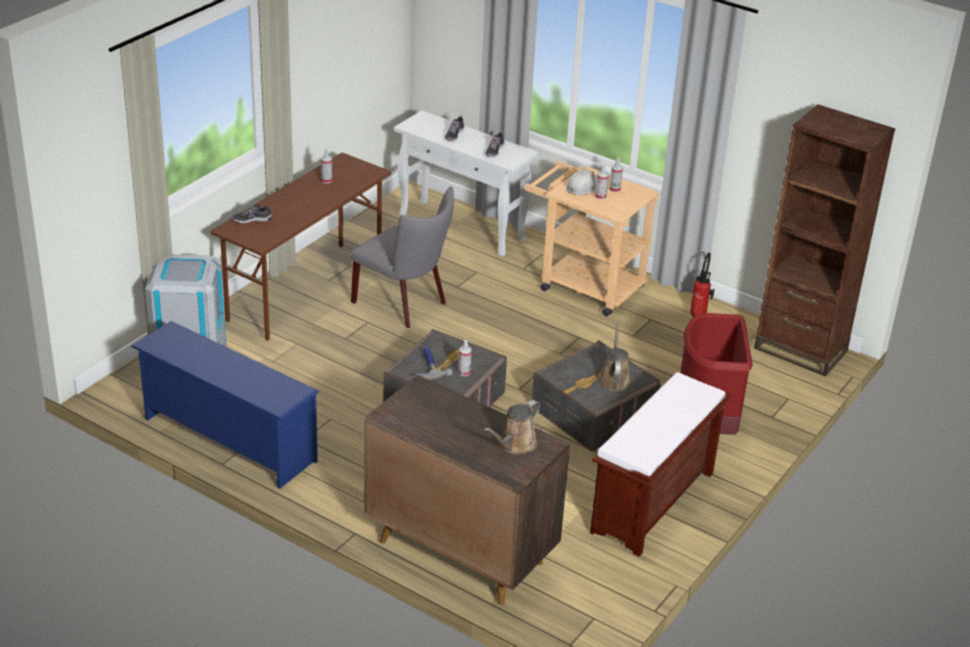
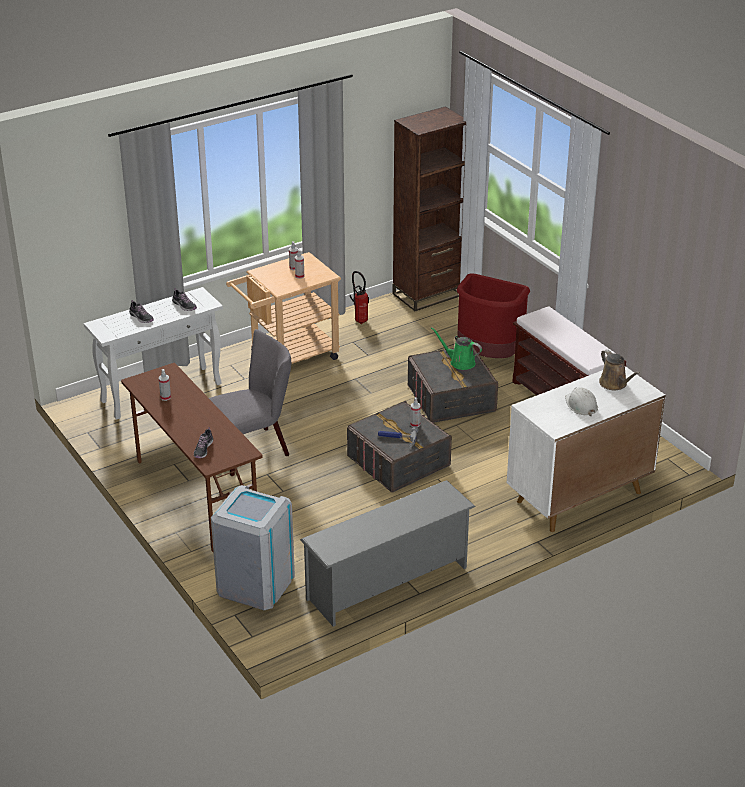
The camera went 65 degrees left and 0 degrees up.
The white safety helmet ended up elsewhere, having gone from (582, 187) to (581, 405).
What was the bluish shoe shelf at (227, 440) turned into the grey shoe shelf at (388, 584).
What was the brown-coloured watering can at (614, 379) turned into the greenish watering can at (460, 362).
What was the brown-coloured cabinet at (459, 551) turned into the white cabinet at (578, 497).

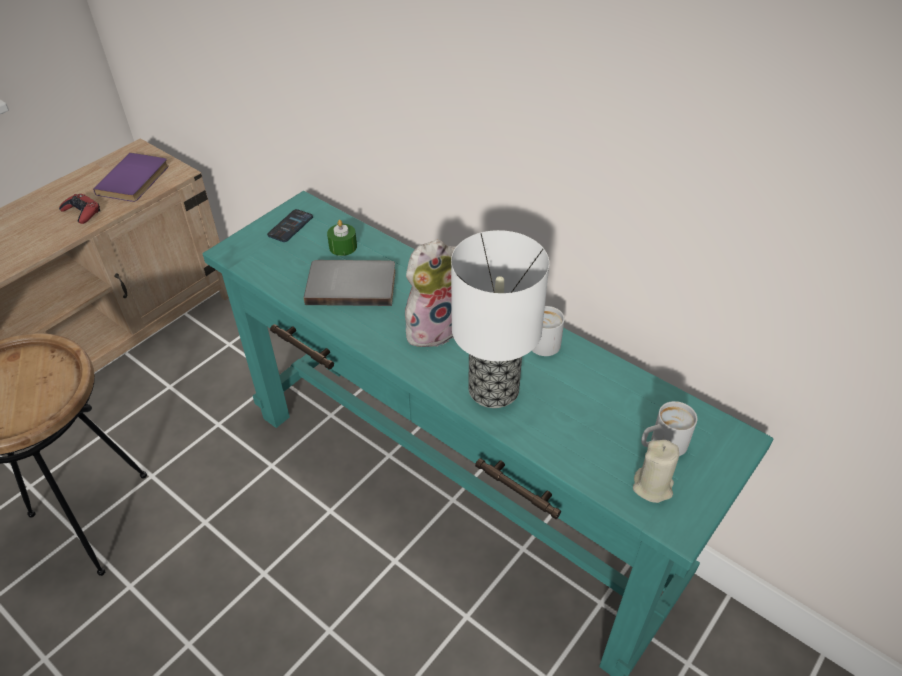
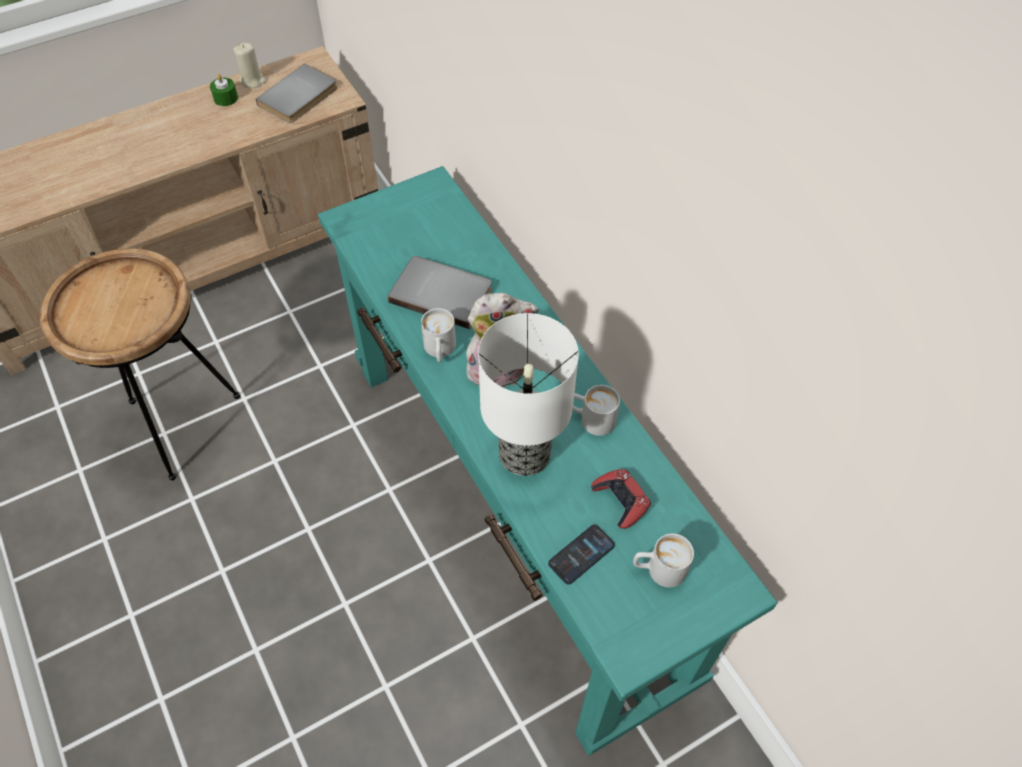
The camera went 20 degrees right and 10 degrees up.
What was the purple bound book at (135, 180) turned into the grey bound book at (300, 97).
The red joypad ended up elsewhere, having gone from (82, 212) to (621, 500).
The handset ended up elsewhere, having gone from (290, 226) to (581, 554).
The greenish wax candle ended up elsewhere, having gone from (343, 246) to (225, 98).
The sand-coloured wax candle ended up elsewhere, having gone from (653, 487) to (252, 80).
The second view gained the white mug at (440, 351).

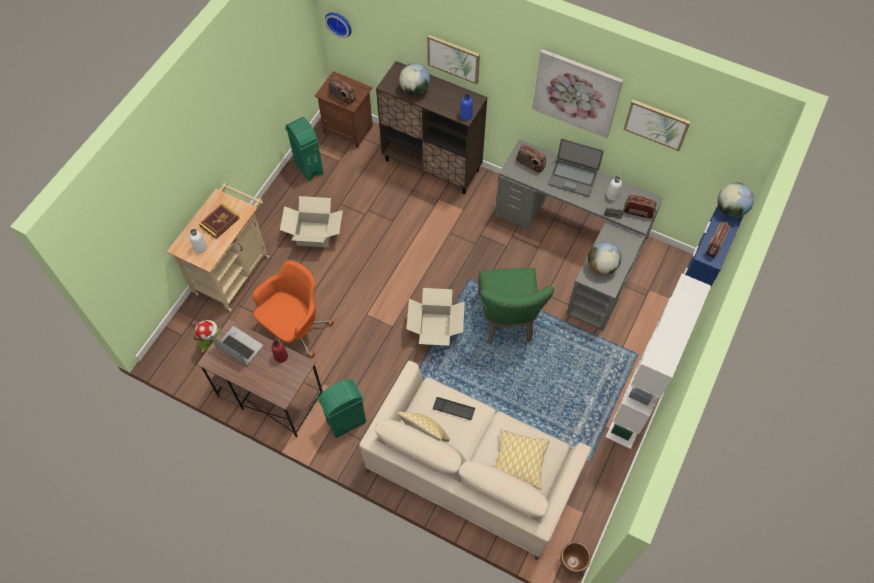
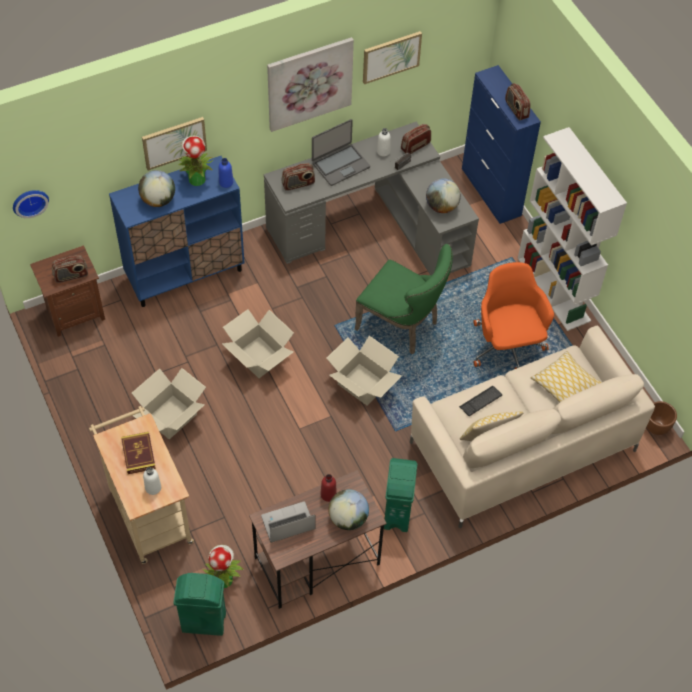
The camera went 55 degrees left and 5 degrees down.
What was the brown-coloured cabinet at (432, 165) turned into the bluish cabinet at (185, 274).
The greenish trash can ended up elsewhere, having gone from (309, 167) to (203, 622).
The desk globe ended up elsewhere, having gone from (730, 209) to (348, 518).
The orange-coloured office chair ended up elsewhere, having gone from (295, 330) to (507, 346).
The second view gained the potted plant at (196, 179).
The second view gained the carton at (259, 357).

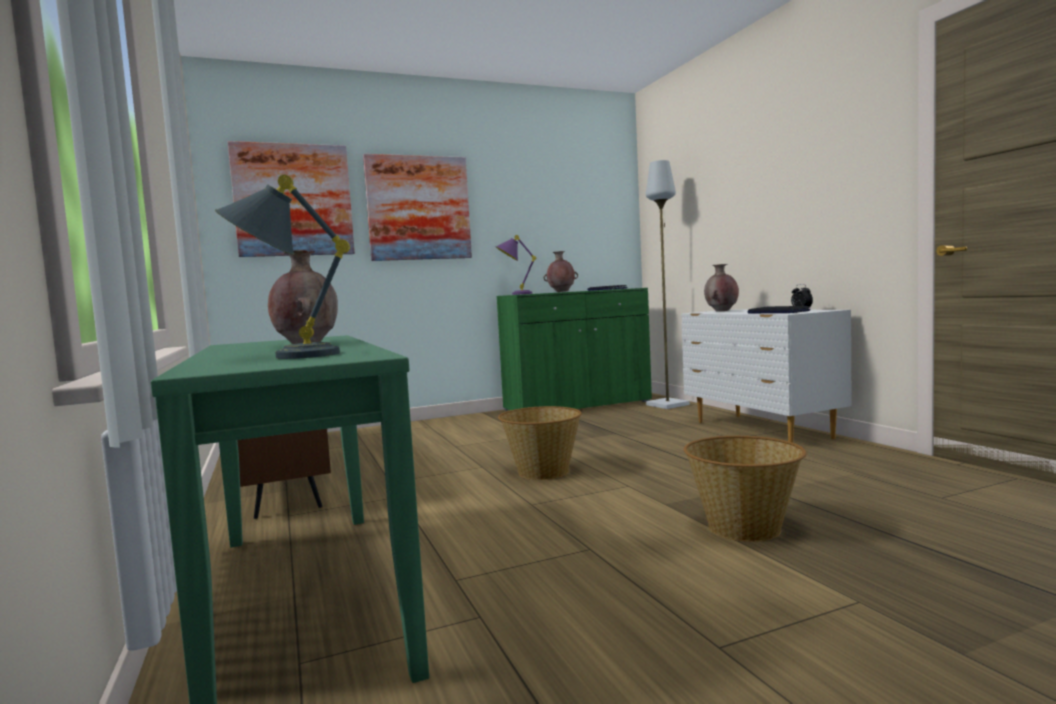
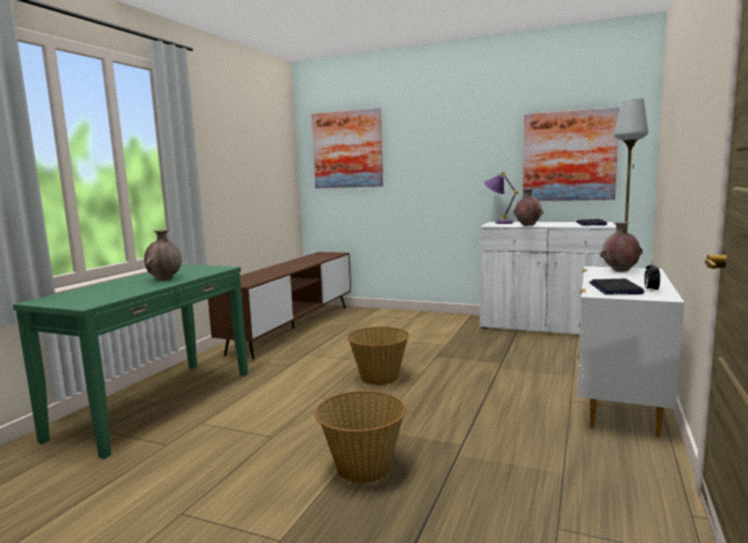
The camera went 45 degrees right and 5 degrees up.
The wall picture ended up elsewhere, having gone from (418, 208) to (568, 156).
The second view lost the grey tabletop lamp at (284, 356).
What was the greenish cabinet at (577, 405) turned into the white cabinet at (547, 327).

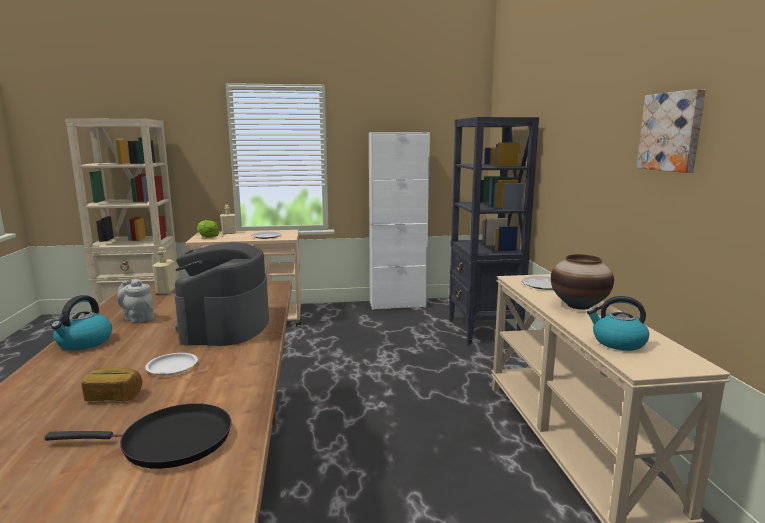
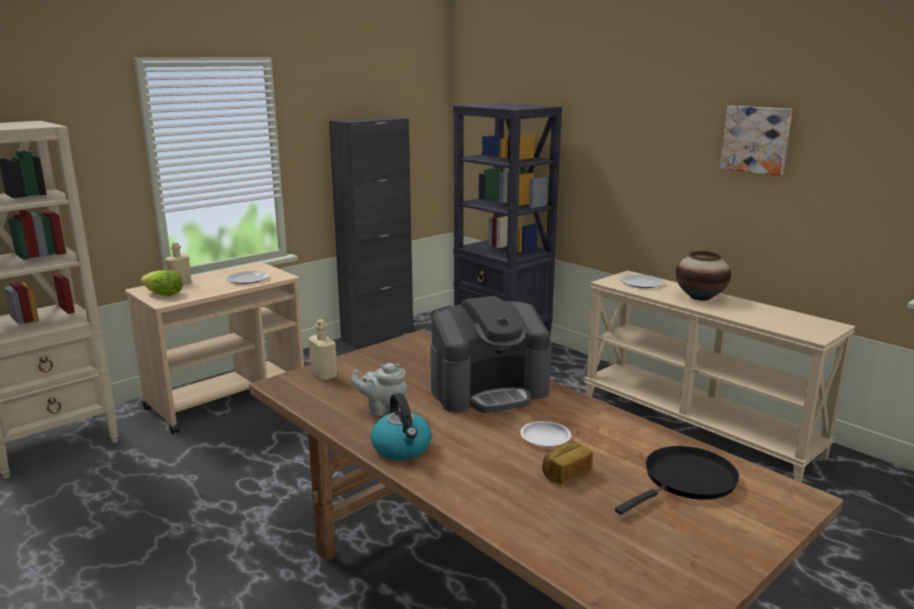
The camera went 35 degrees left and 5 degrees up.
What was the white cabinet at (397, 304) turned into the black cabinet at (377, 335).
The coffee brewer at (225, 326) ended up facing another way, 75 degrees counterclockwise from before.
The second view lost the kettle at (617, 342).

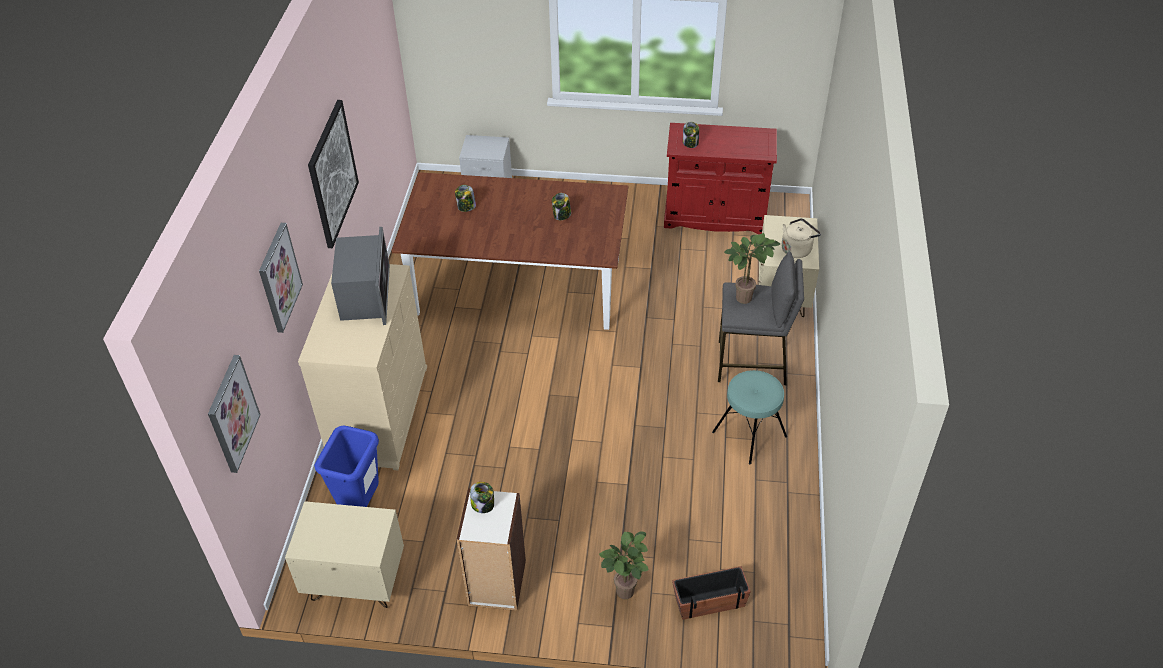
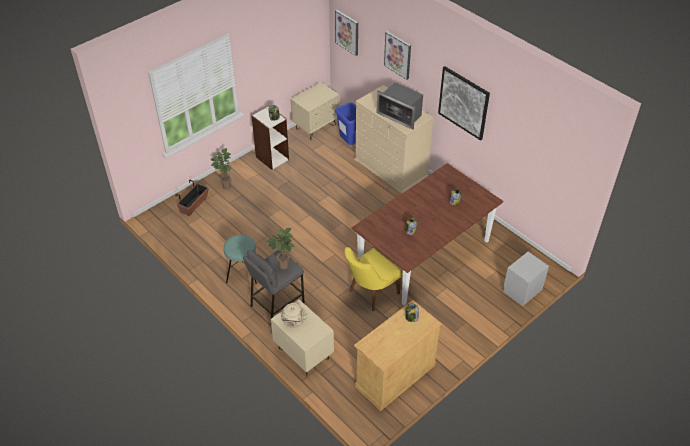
The camera went 130 degrees right and 0 degrees up.
What was the red cabinet at (715, 216) turned into the sand-coloured cabinet at (395, 376).
The second view gained the yellow upright chair at (370, 294).

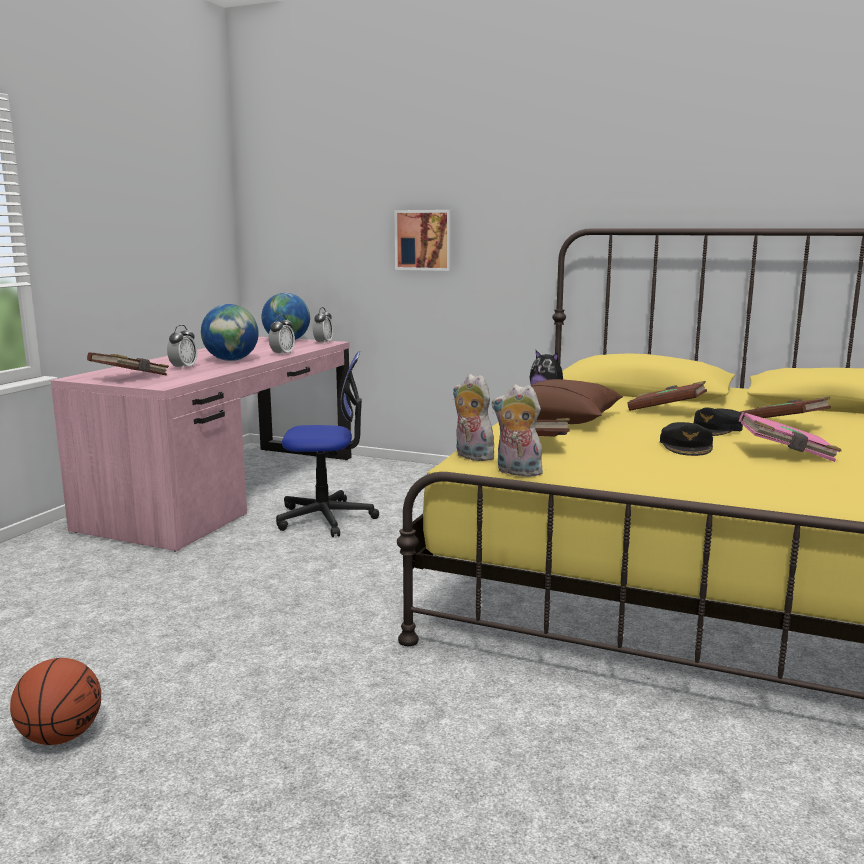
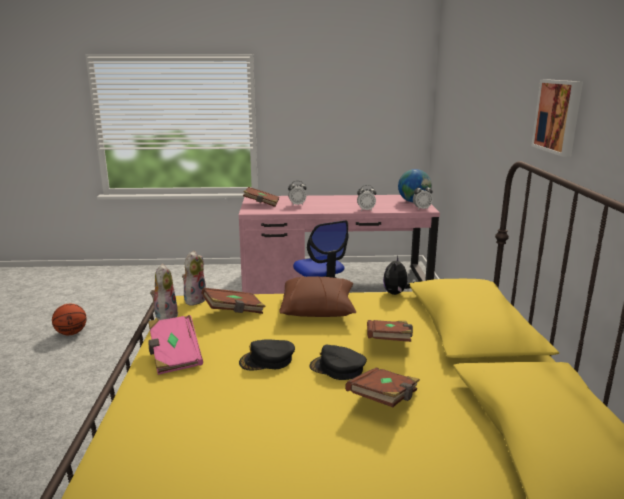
The camera went 65 degrees right and 5 degrees up.
The wall picture ended up elsewhere, having gone from (424, 240) to (559, 116).
The second view lost the desk globe at (231, 360).
The pink bound book ended up elsewhere, having gone from (786, 454) to (174, 356).

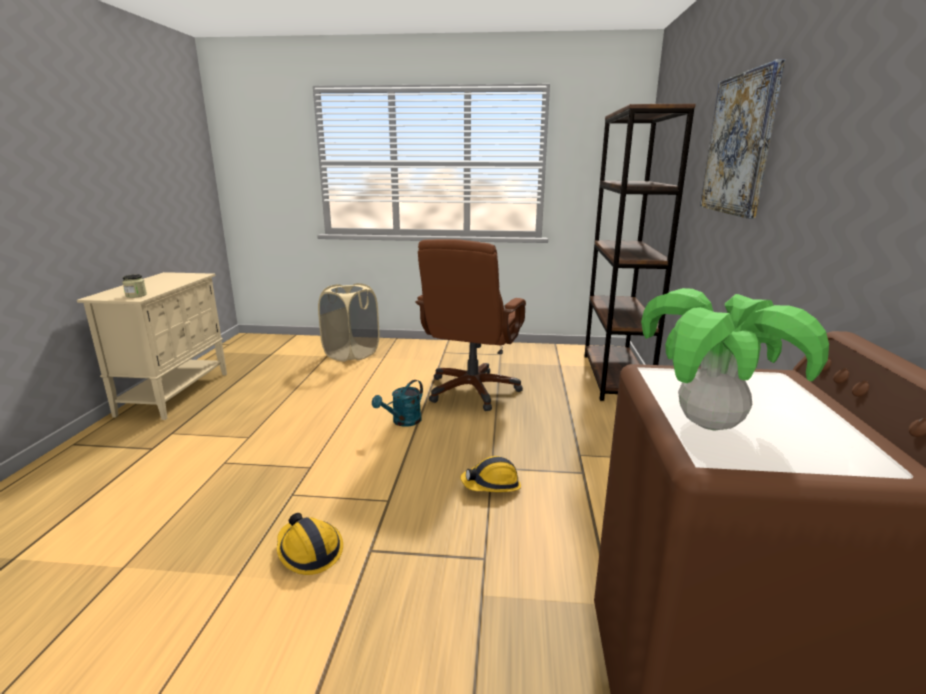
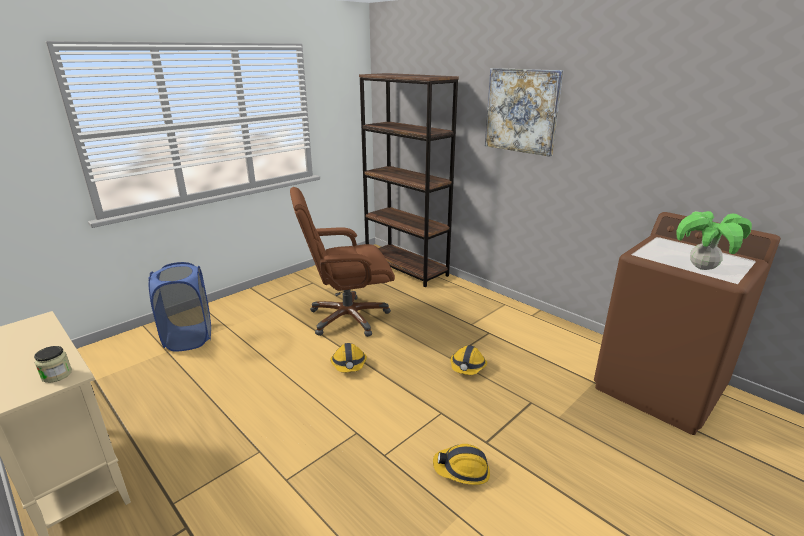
The camera went 50 degrees left and 5 degrees up.
The brown-coloured office chair at (472, 390) ended up facing another way, 105 degrees clockwise from before.
What was the sand-coloured hamper at (351, 354) turned into the bluish hamper at (189, 338).
Where the blue-green watering can stood at (403, 422), the safety helmet came to stand at (349, 364).

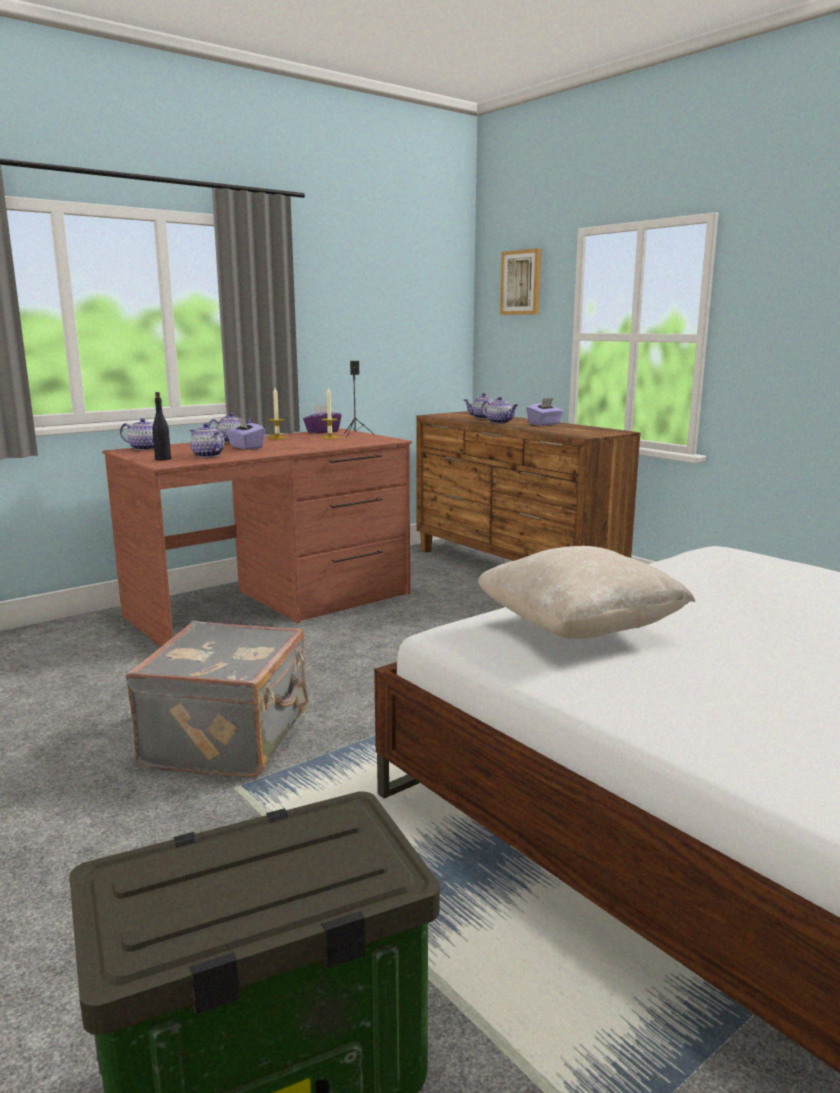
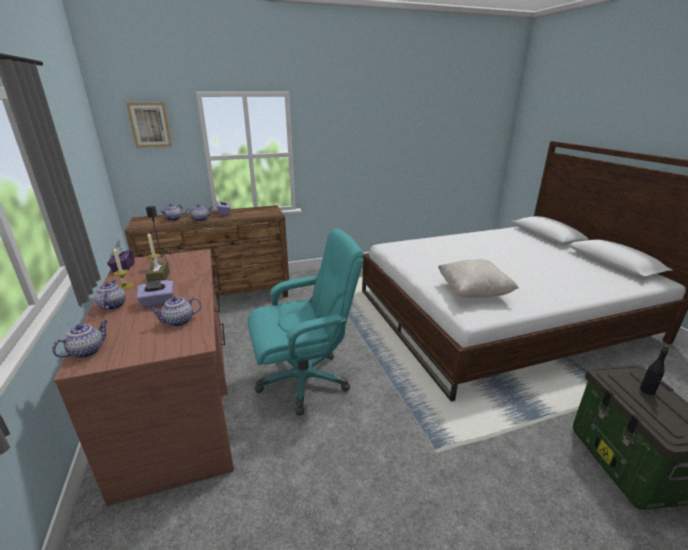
The camera went 70 degrees left and 10 degrees up.
The black bottle ended up elsewhere, having gone from (162, 459) to (647, 391).
The second view lost the grey travel case at (230, 738).
The second view gained the blue-green office chair at (305, 380).
The second view gained the brown-coloured box of tissues at (159, 278).

